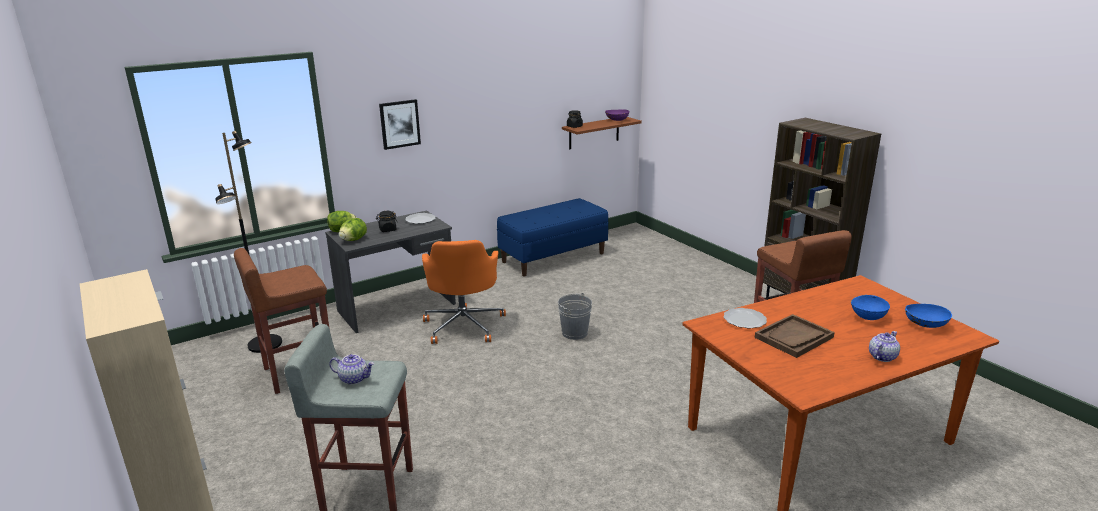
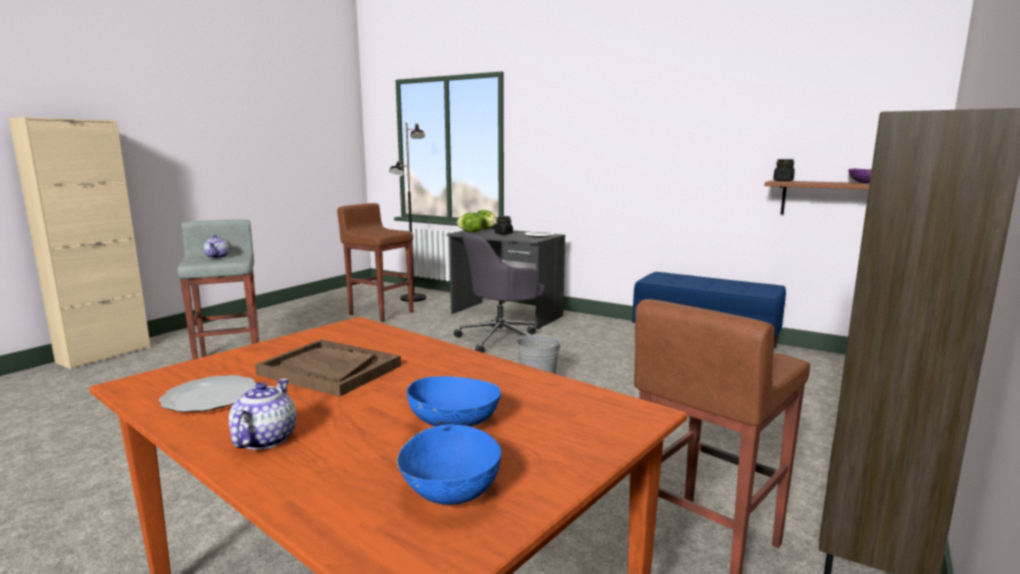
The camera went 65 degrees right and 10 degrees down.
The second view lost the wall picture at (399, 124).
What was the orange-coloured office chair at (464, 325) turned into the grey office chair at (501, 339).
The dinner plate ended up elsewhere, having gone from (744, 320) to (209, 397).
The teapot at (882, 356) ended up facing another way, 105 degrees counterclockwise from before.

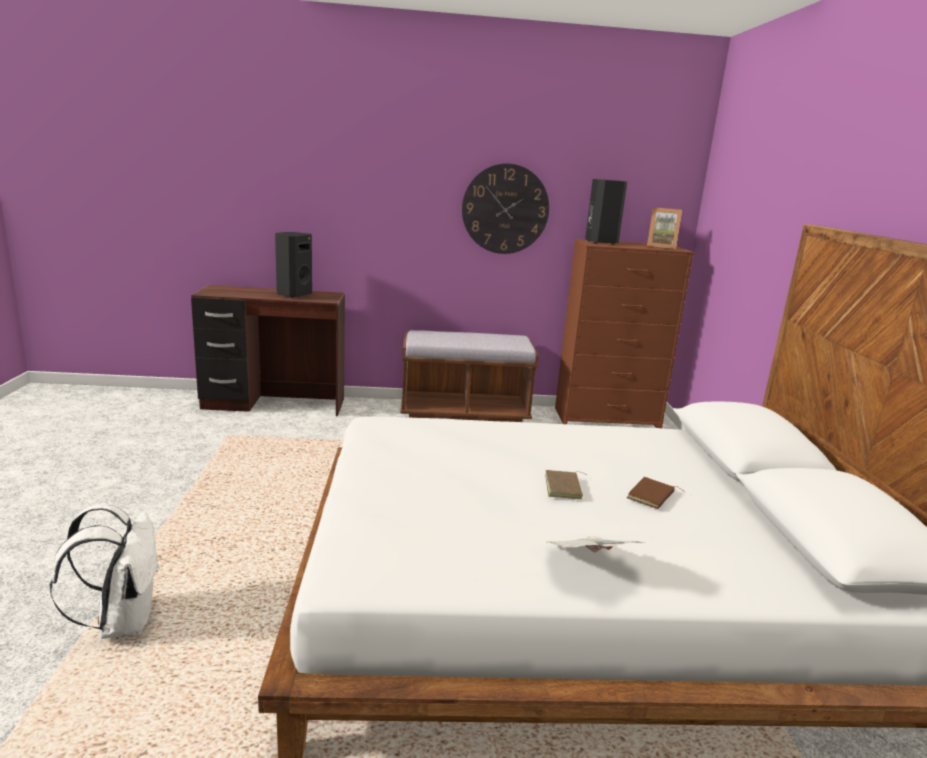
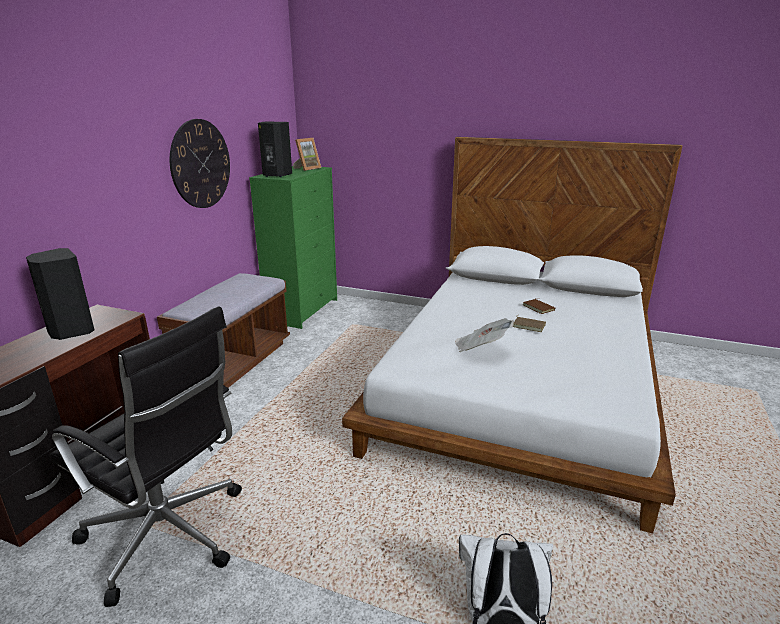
The camera went 65 degrees left and 5 degrees up.
What was the brown-coloured dresser at (607, 419) turned into the greenish dresser at (303, 310).
The daily paper ended up elsewhere, having gone from (590, 565) to (481, 348).
The second view gained the black office chair at (168, 536).

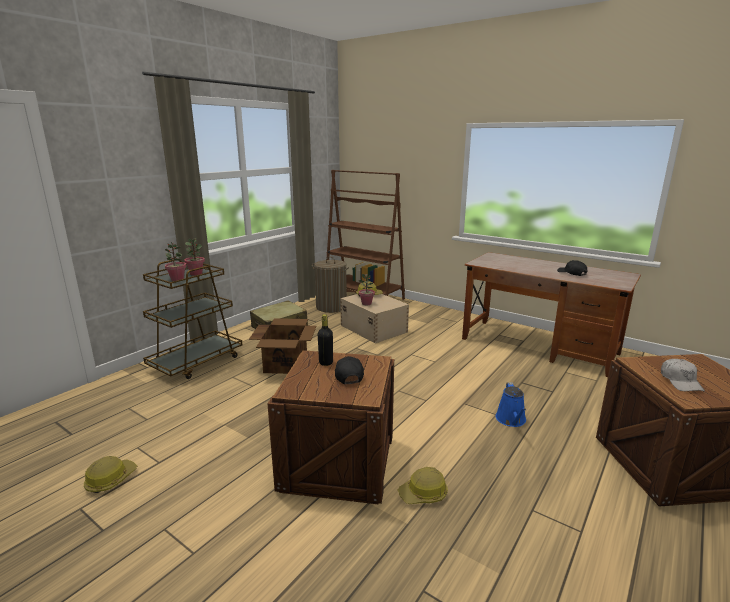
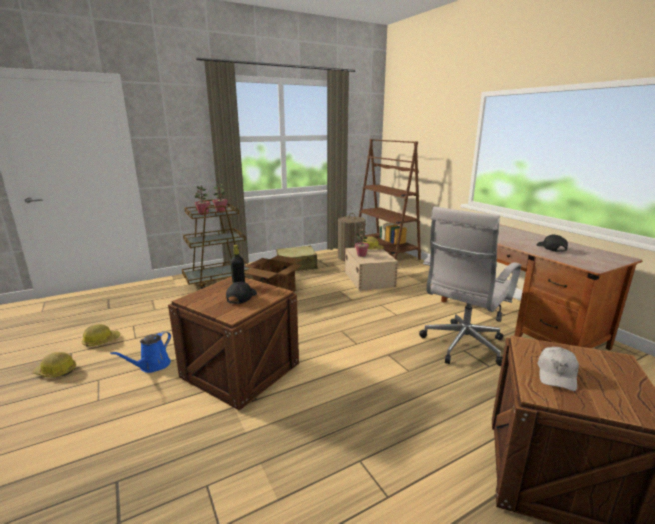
The camera went 25 degrees right and 0 degrees up.
The bluish watering can ended up elsewhere, having gone from (511, 420) to (152, 366).
The safety helmet ended up elsewhere, having gone from (423, 494) to (56, 372).
The second view gained the white office chair at (461, 347).

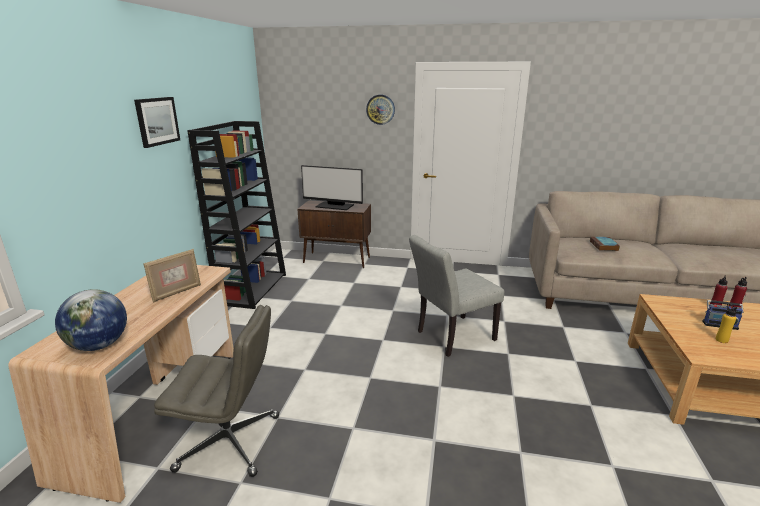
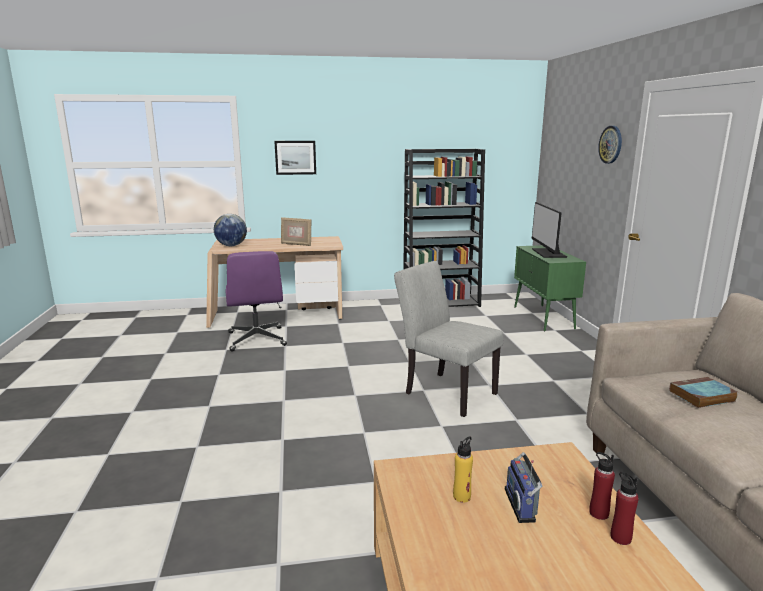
The camera went 70 degrees right and 5 degrees down.
The wall picture ended up elsewhere, having gone from (157, 121) to (295, 157).
What was the brown-coloured cabinet at (337, 260) turned into the greenish cabinet at (543, 318).
What was the grey office chair at (231, 442) turned into the purple office chair at (257, 339).

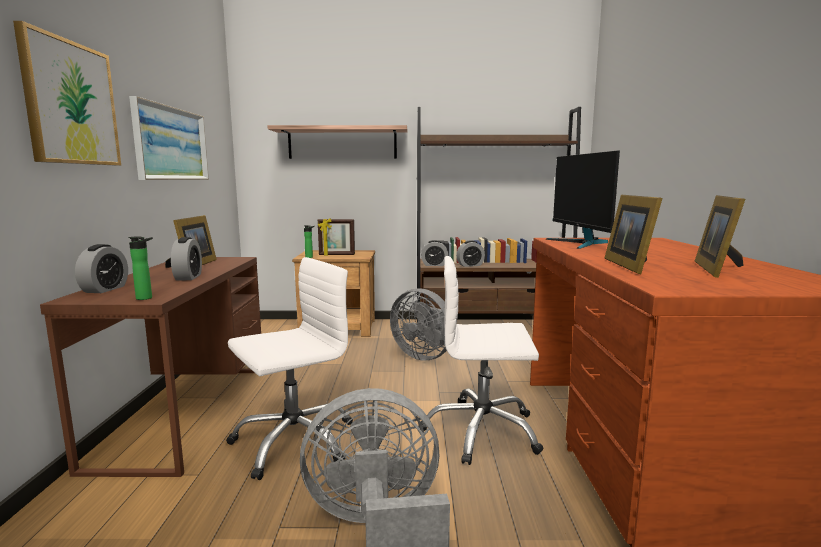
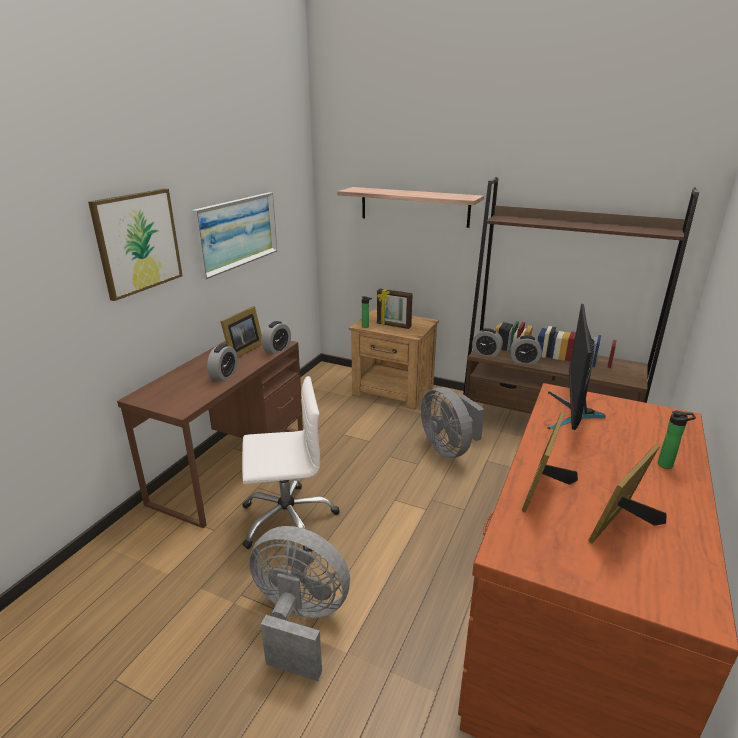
The camera went 25 degrees right and 15 degrees up.
The bottle ended up elsewhere, having gone from (146, 298) to (667, 465).
The table clock ended up elsewhere, having gone from (105, 289) to (277, 349).
The second view lost the white office chair at (481, 431).

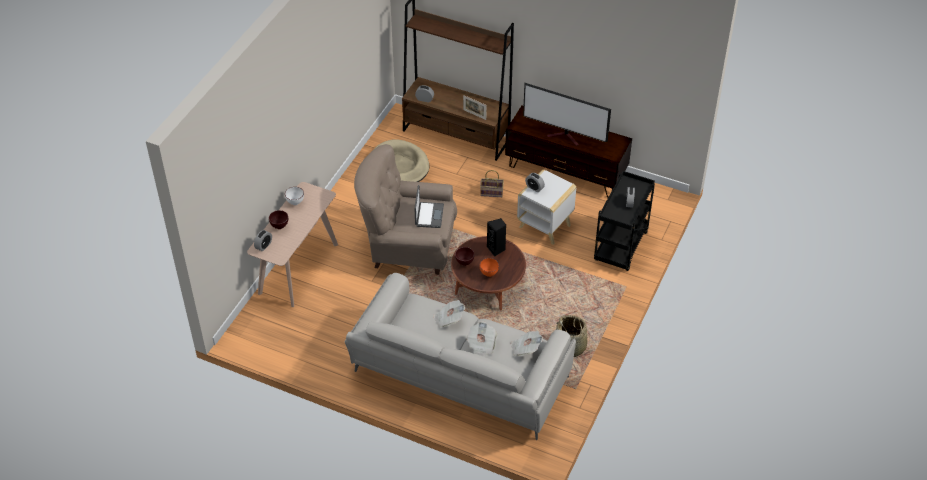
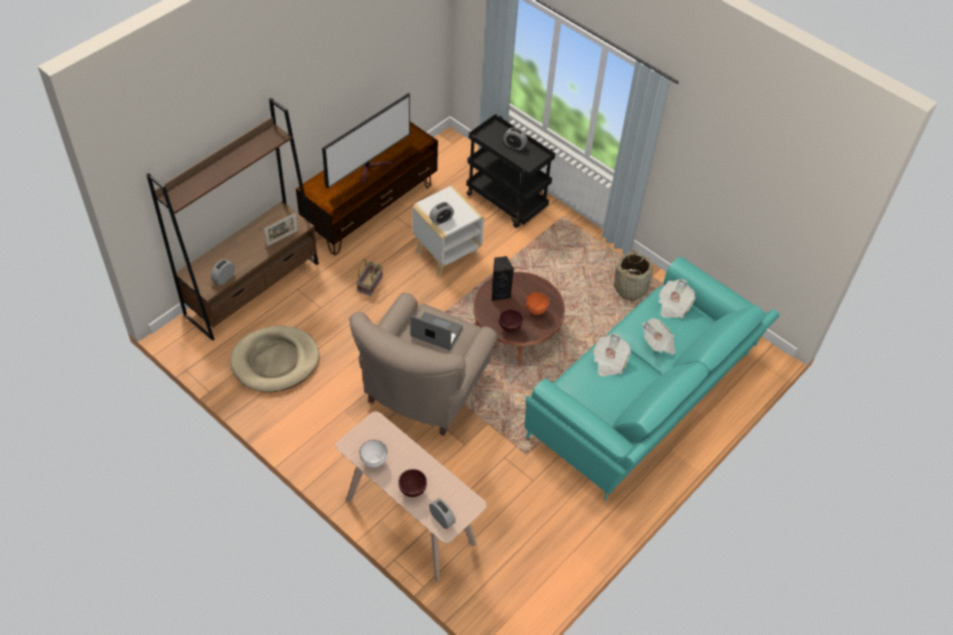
The camera went 75 degrees left and 5 degrees up.
What was the grey couch at (459, 377) turned into the blue-green couch at (643, 398).

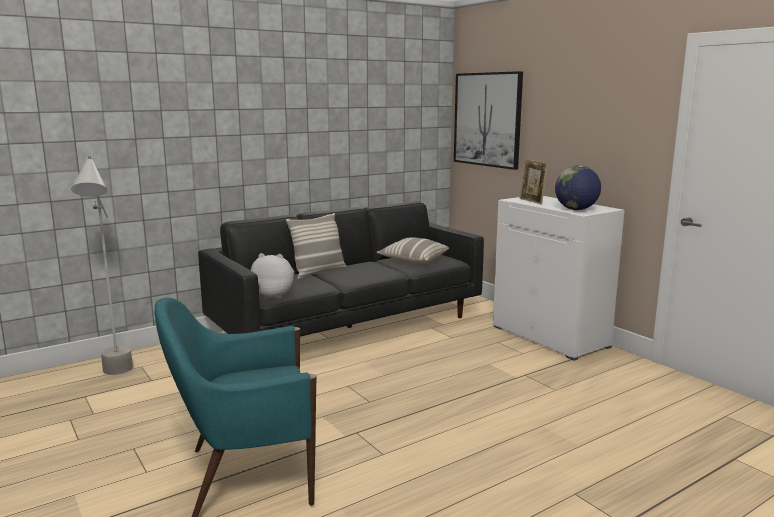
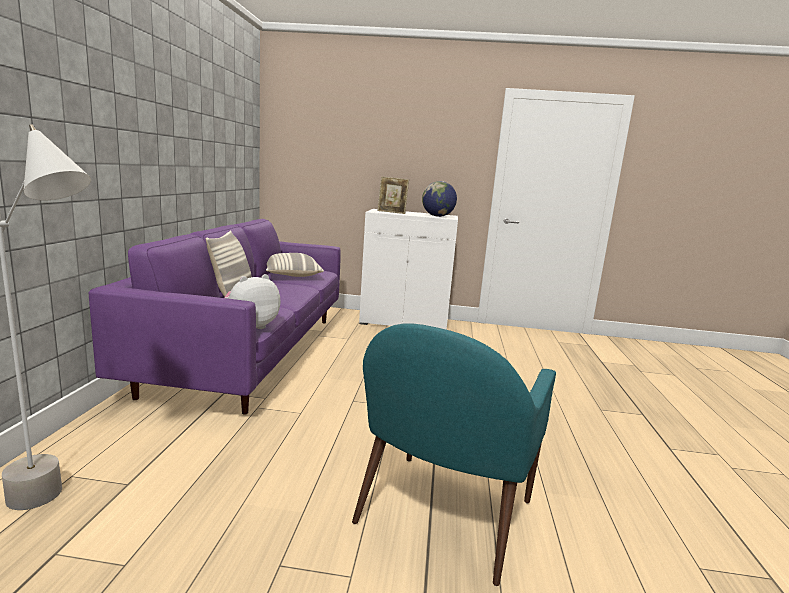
The camera went 50 degrees left and 0 degrees up.
The second view lost the wall picture at (487, 119).
What was the black couch at (350, 327) turned into the purple couch at (251, 353).

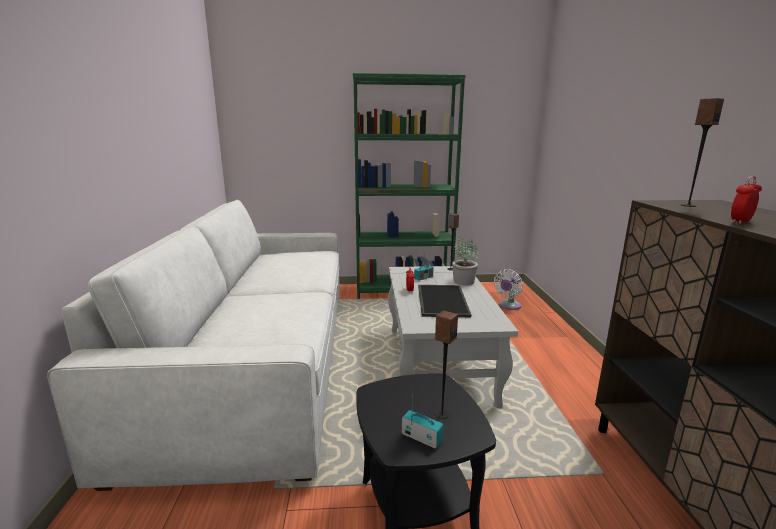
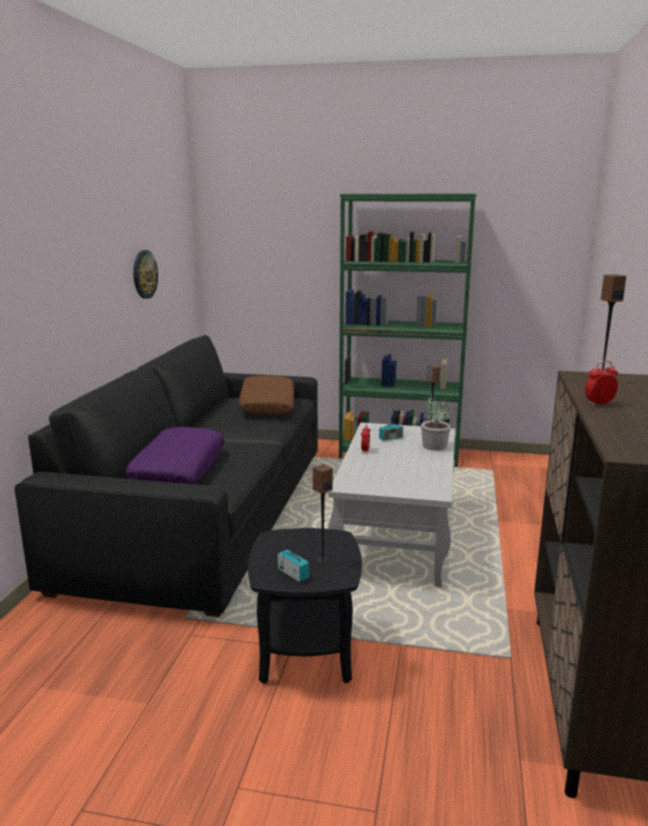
The camera went 15 degrees right and 0 degrees up.
What was the white couch at (258, 362) turned into the black couch at (205, 513).
The second view lost the white electric fan at (508, 306).
The second view lost the serving tray at (441, 300).
The second view gained the wall clock at (144, 274).
The second view gained the brown-coloured cushion at (267, 405).
The second view gained the purple cushion at (178, 469).

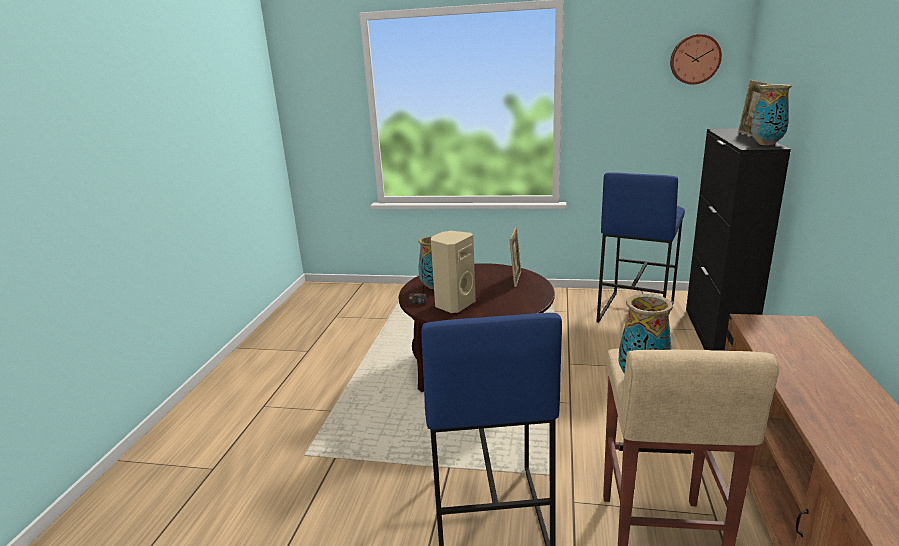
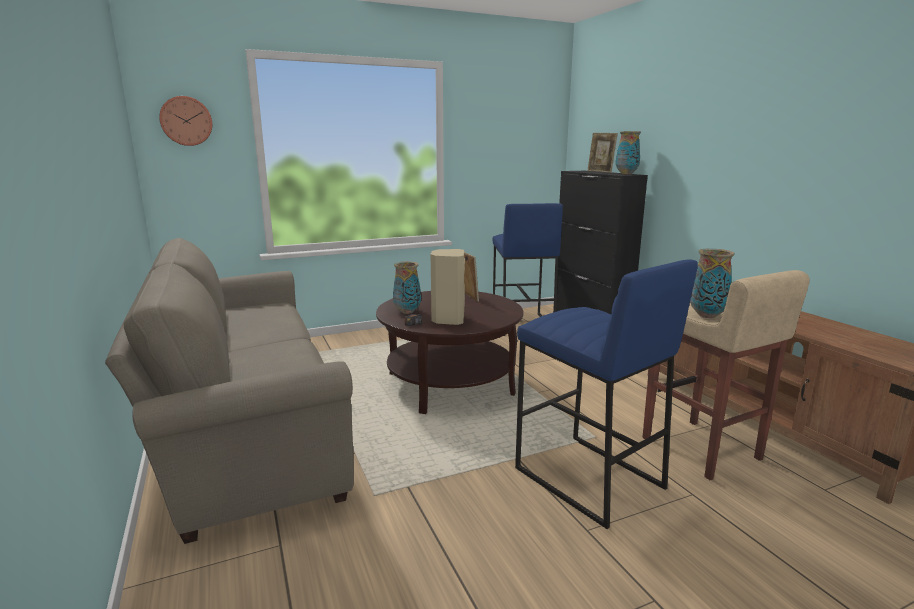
The camera went 35 degrees left and 5 degrees down.
The wall clock ended up elsewhere, having gone from (694, 59) to (186, 121).
The second view gained the sand-coloured couch at (245, 423).

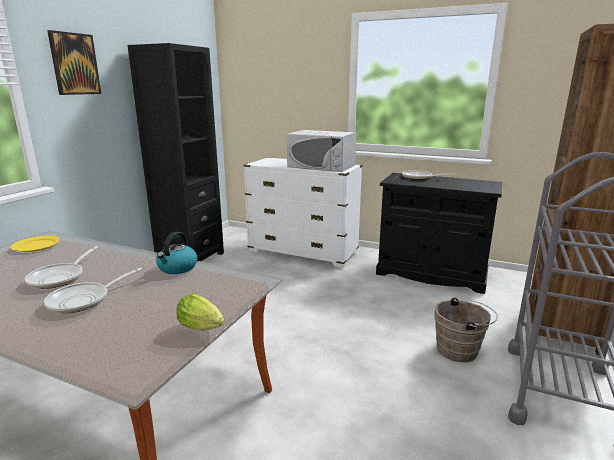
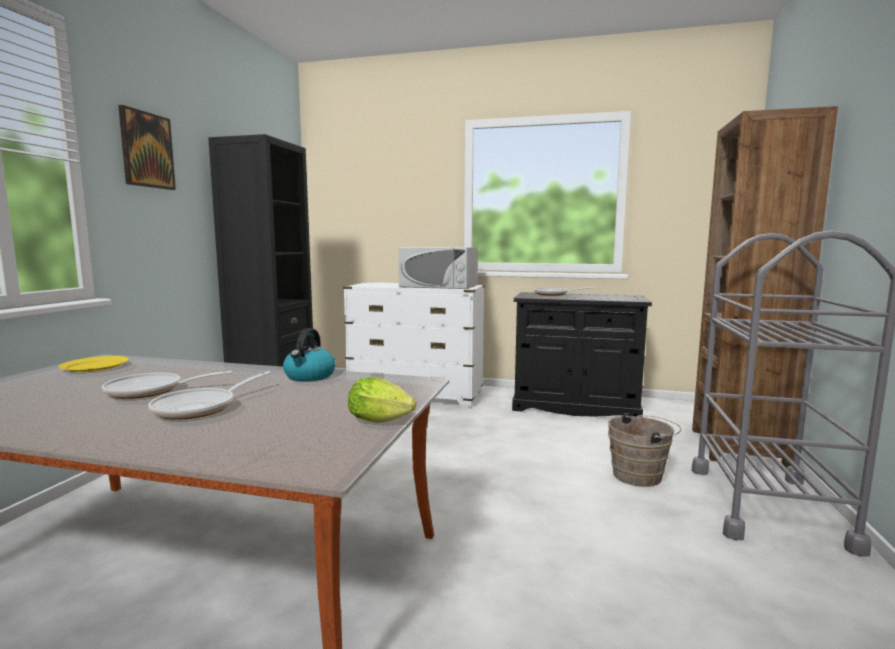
The camera went 10 degrees left and 10 degrees down.
The pan at (60, 277) ended up facing another way, 75 degrees clockwise from before.

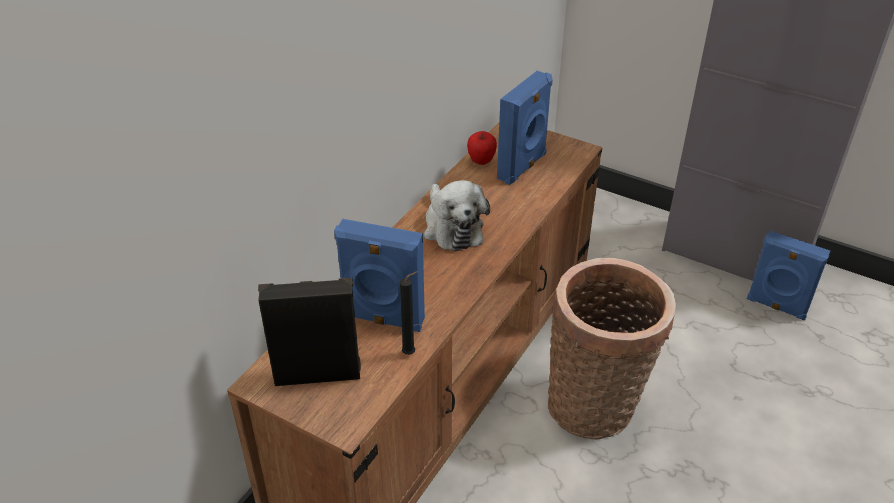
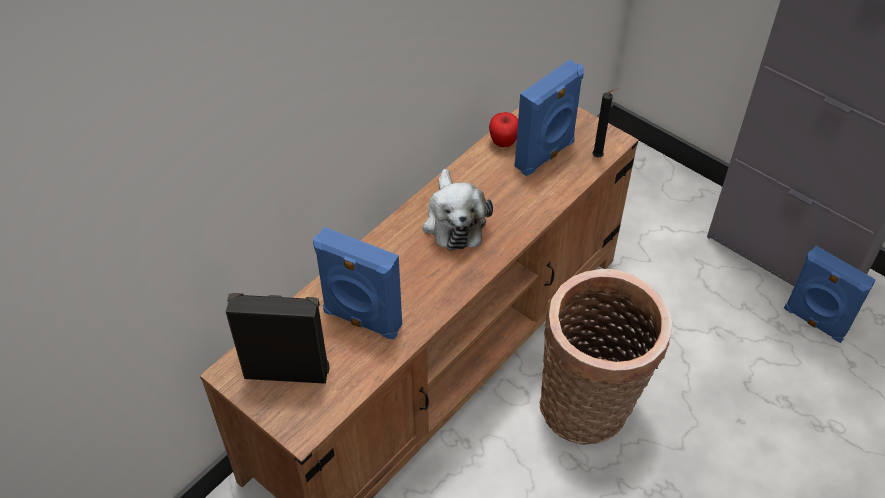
The camera went 10 degrees right and 10 degrees up.
The black wax candle ended up elsewhere, having gone from (411, 353) to (599, 157).

